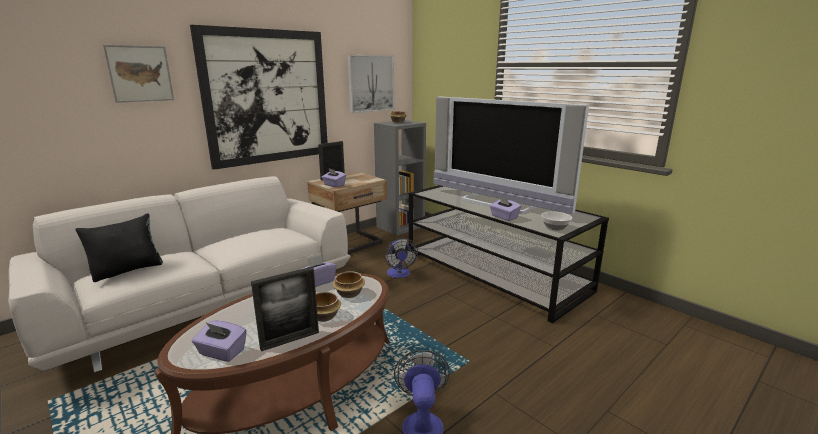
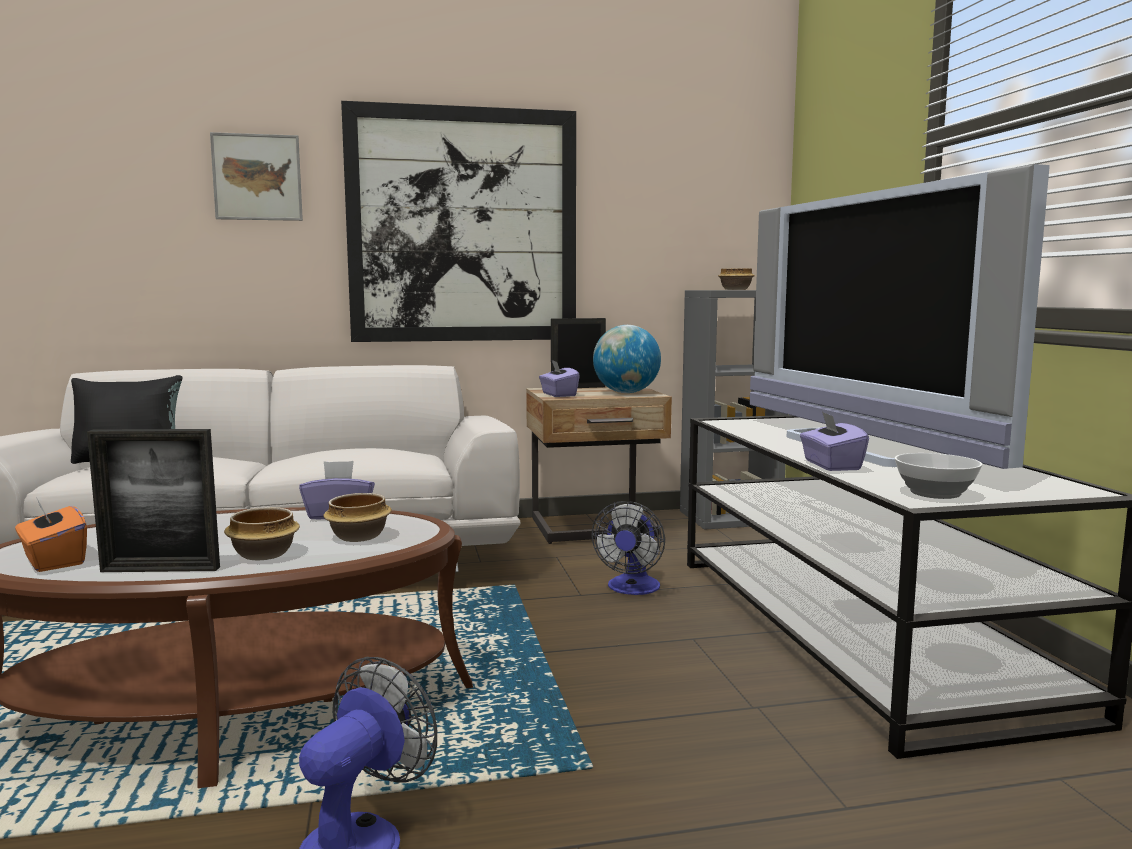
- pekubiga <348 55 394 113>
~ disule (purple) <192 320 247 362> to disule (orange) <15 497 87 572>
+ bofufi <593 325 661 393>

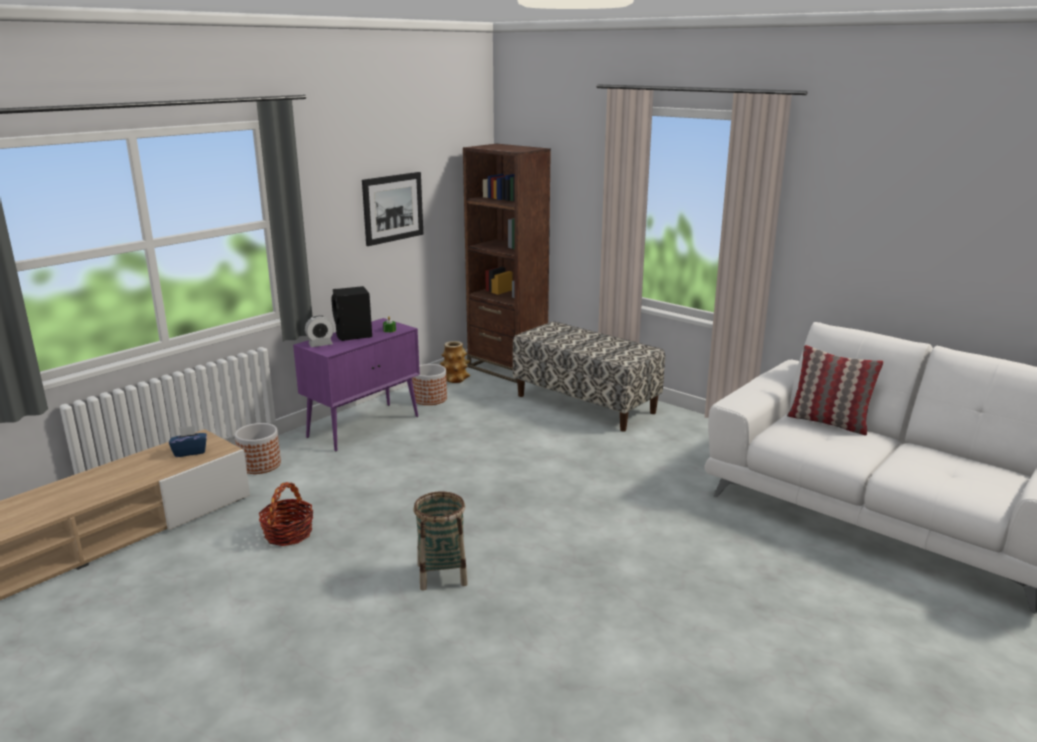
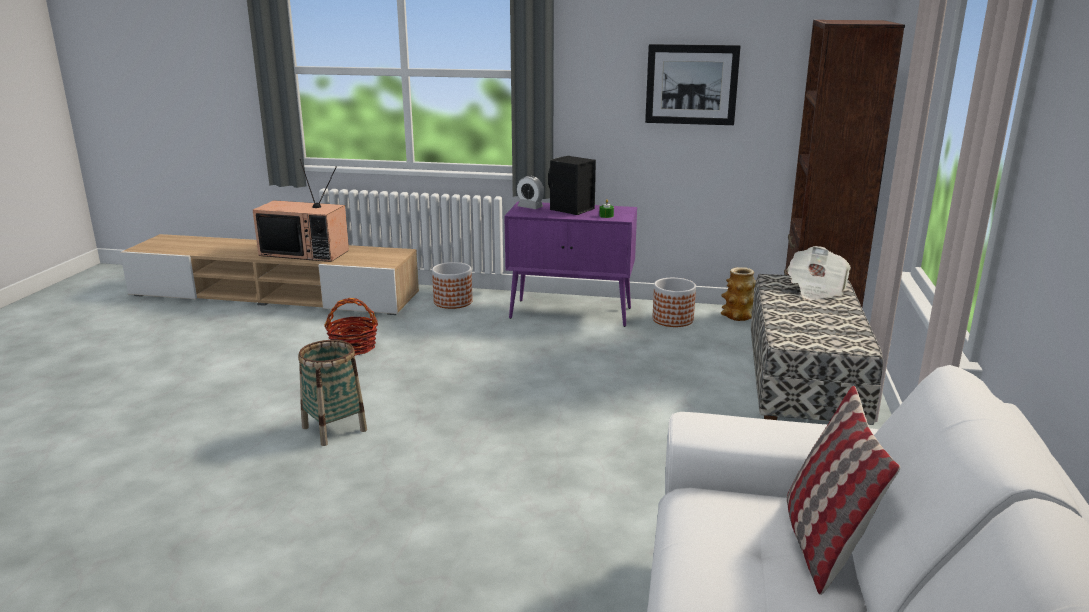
- disule (blue) <169 426 207 457>
+ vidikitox <253 159 349 262>
+ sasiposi <787 246 851 300>

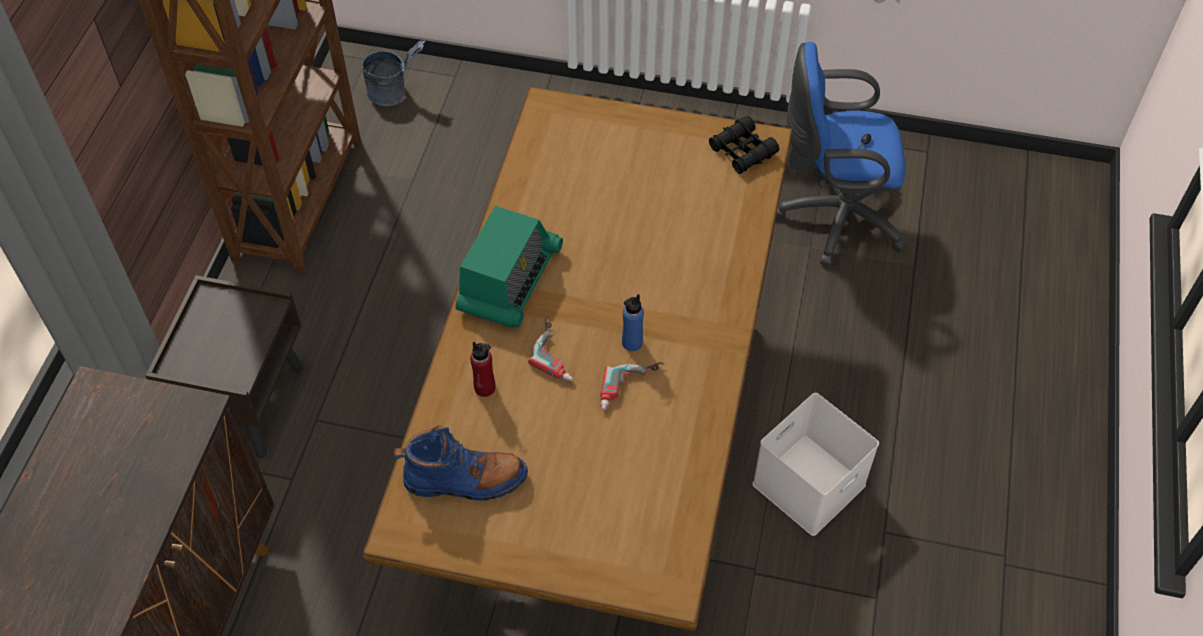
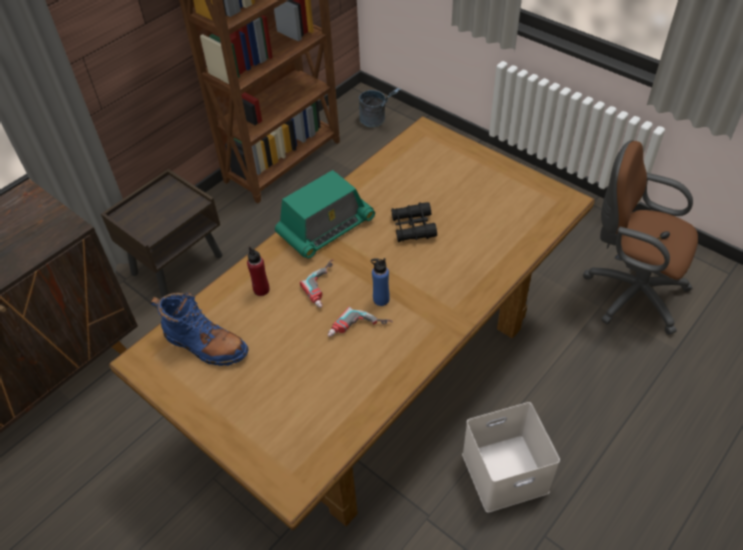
~ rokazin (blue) <776 42 906 266> to rokazin (brown) <583 140 698 335>
~ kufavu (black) <709 116 779 174> to <391 202 437 242>

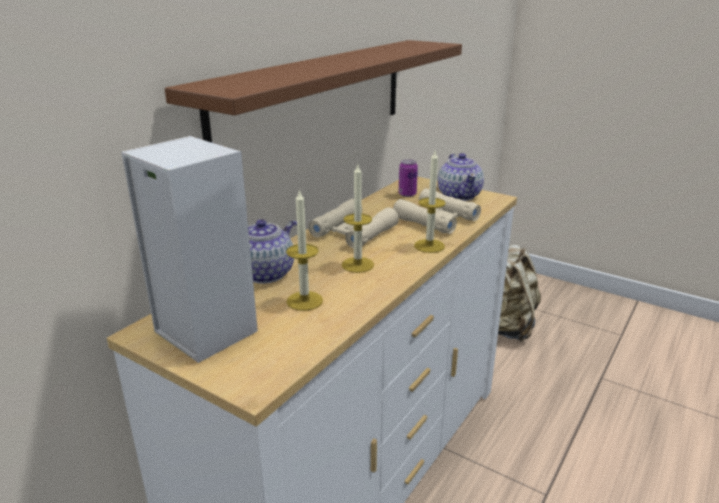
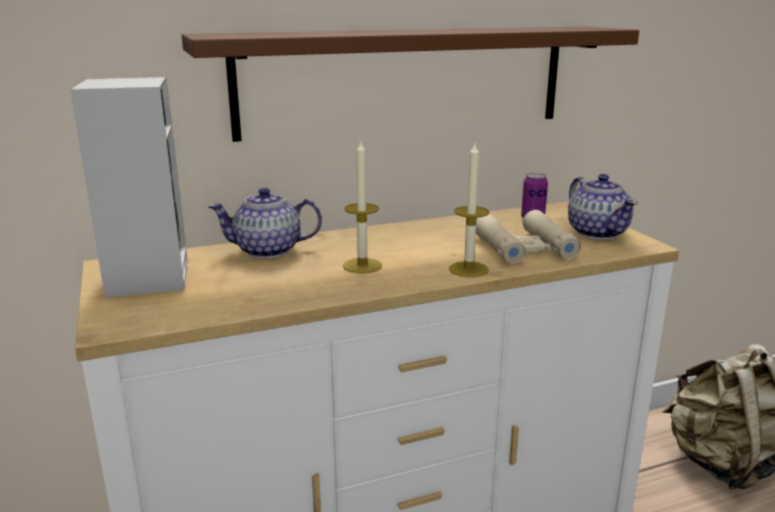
~ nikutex <438 153 484 201> = <568 174 638 240> 45 degrees counterclockwise
- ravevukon <286 189 323 311>
- kufavu (beige) <308 199 399 248>

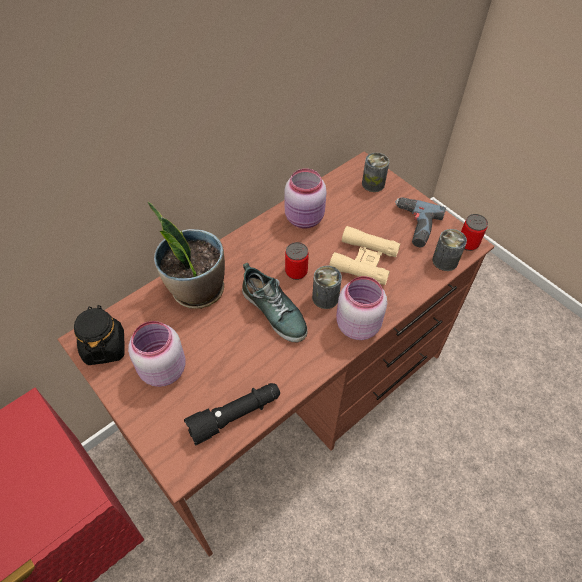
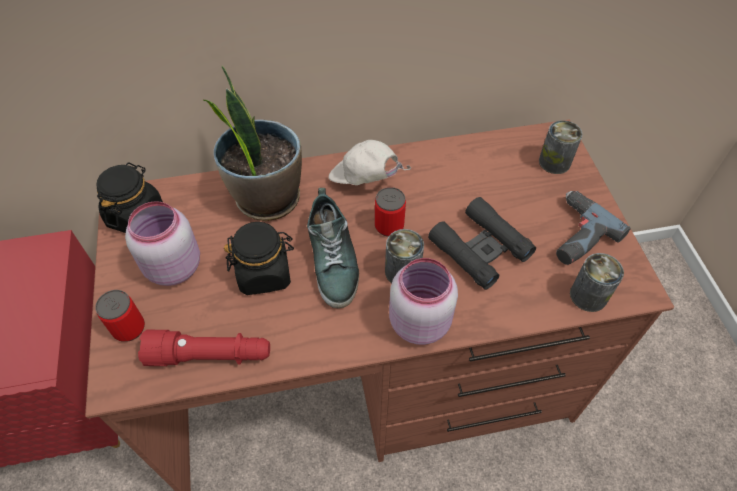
- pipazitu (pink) <285 169 327 228>
~ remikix <461 214 488 251> to <95 290 145 342>
~ kufavu (beige) <329 226 400 285> to kufavu (black) <428 197 536 290>
~ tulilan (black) <184 383 280 446> to tulilan (red) <138 330 270 366>
+ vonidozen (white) <329 140 411 185>
+ pipazitu (black) <224 222 294 295>

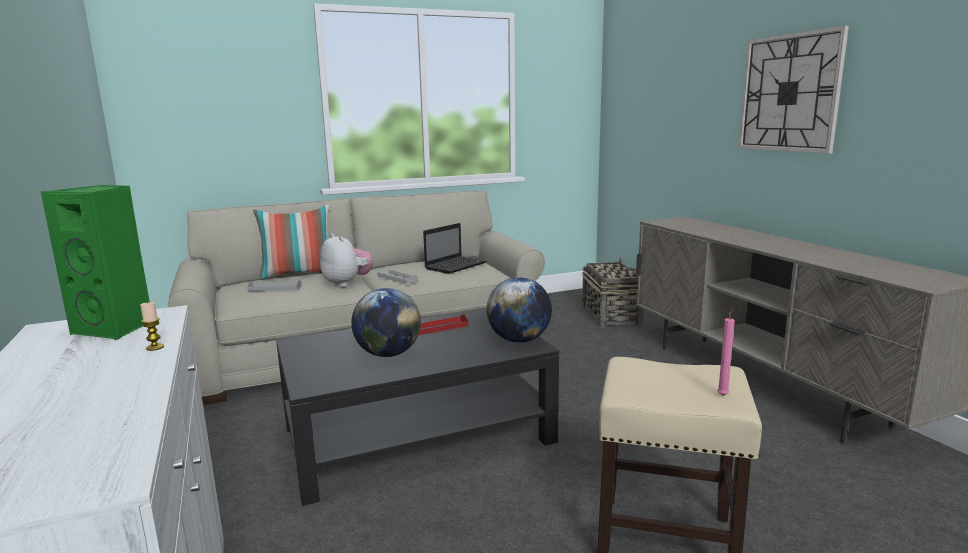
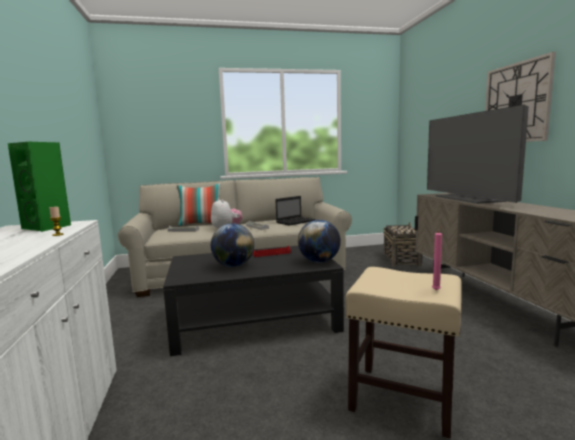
+ vidikitox <427 105 529 204>

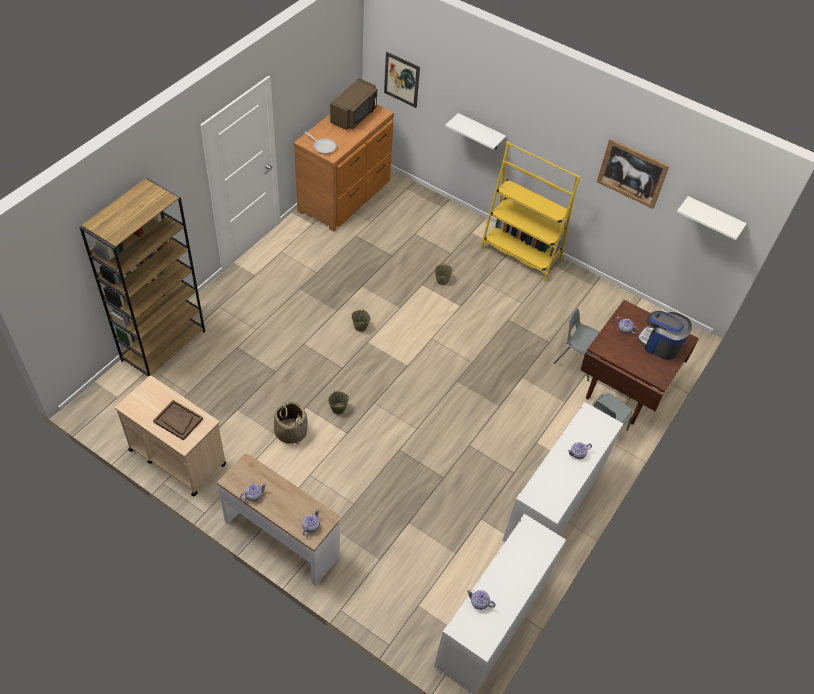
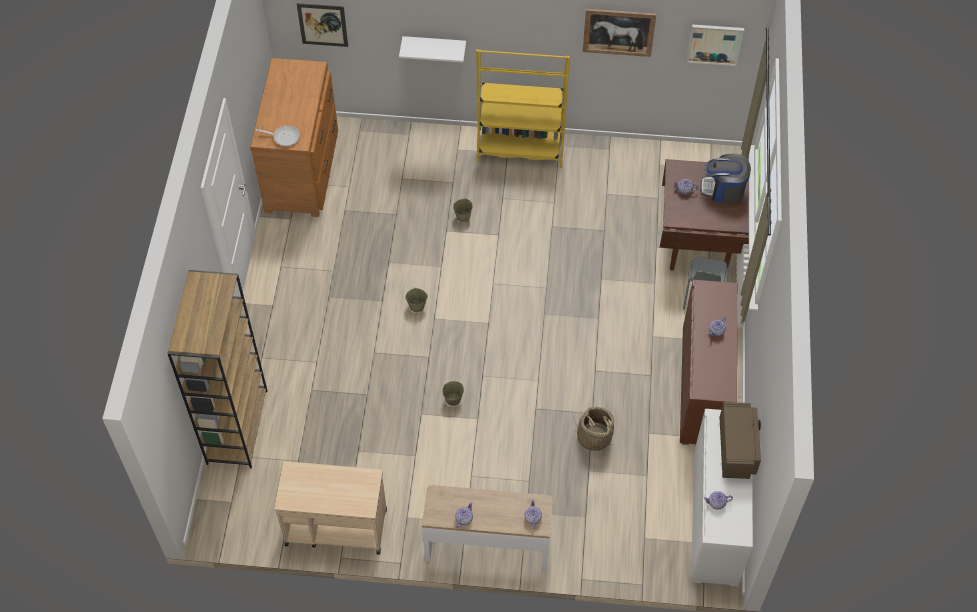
~ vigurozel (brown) <330 78 377 130> to <720 402 761 479>
~ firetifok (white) <677 196 747 240> to pekubiga <686 24 744 66>
- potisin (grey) <554 308 600 381>
- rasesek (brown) <153 400 203 440>
~ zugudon <274 402 308 444> to <574 407 614 451>
~ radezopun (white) <503 402 623 543> to radezopun (brown) <680 280 737 445>

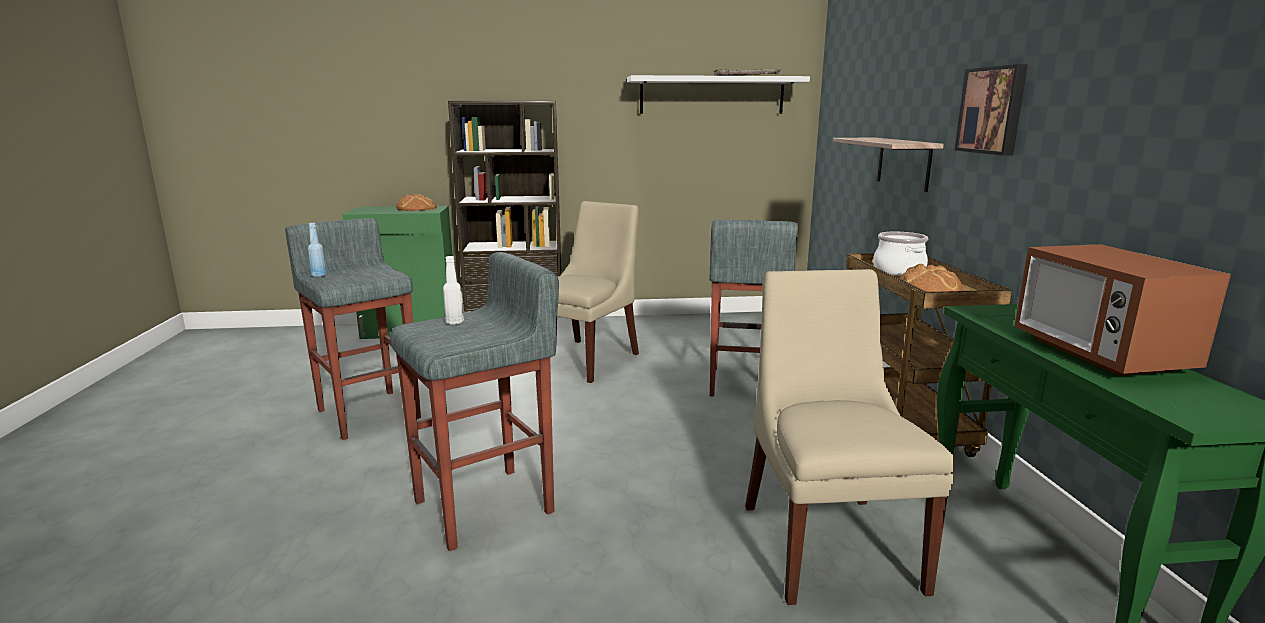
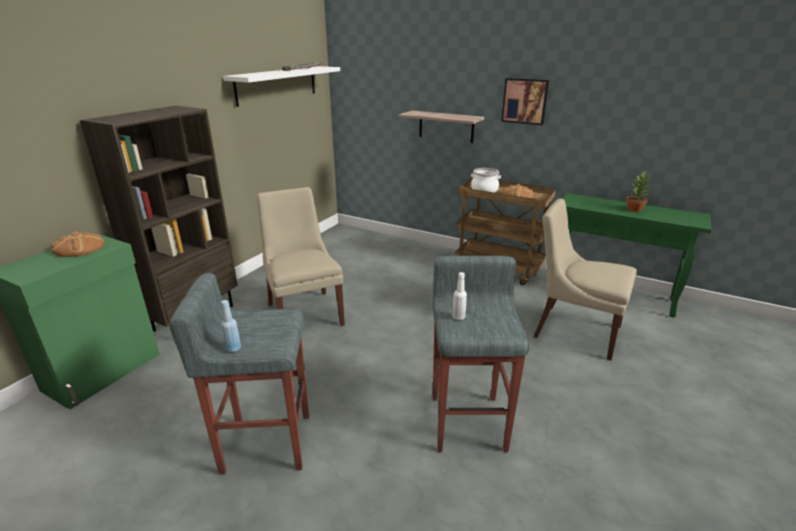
- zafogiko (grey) <709 220 798 397>
~ vigurozel <1014 244 1231 376> to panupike <626 171 650 212>

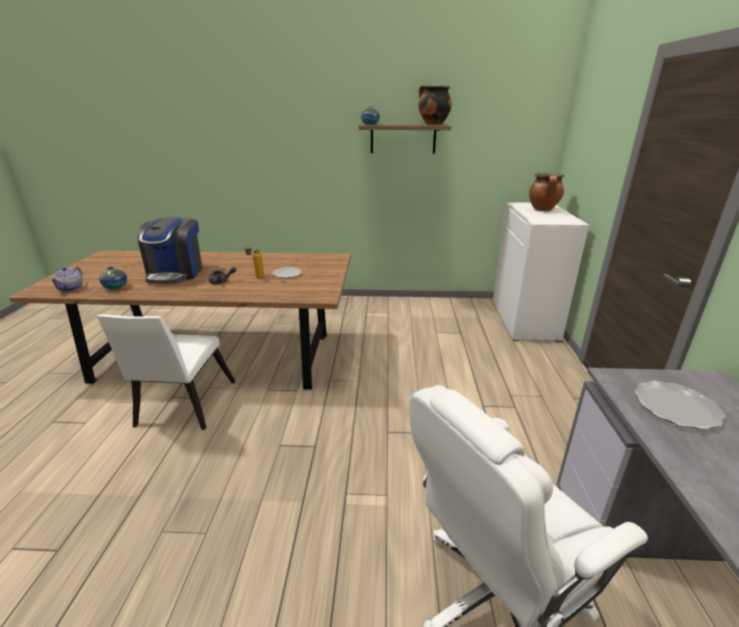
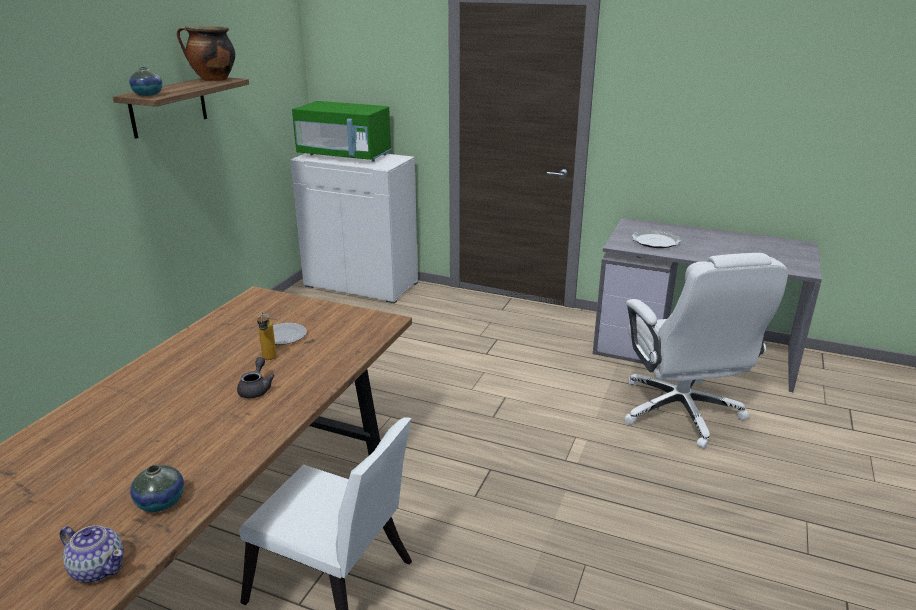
~ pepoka <529 173 564 211> to vigurozel (green) <292 101 392 162>
- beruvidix <137 217 202 284>

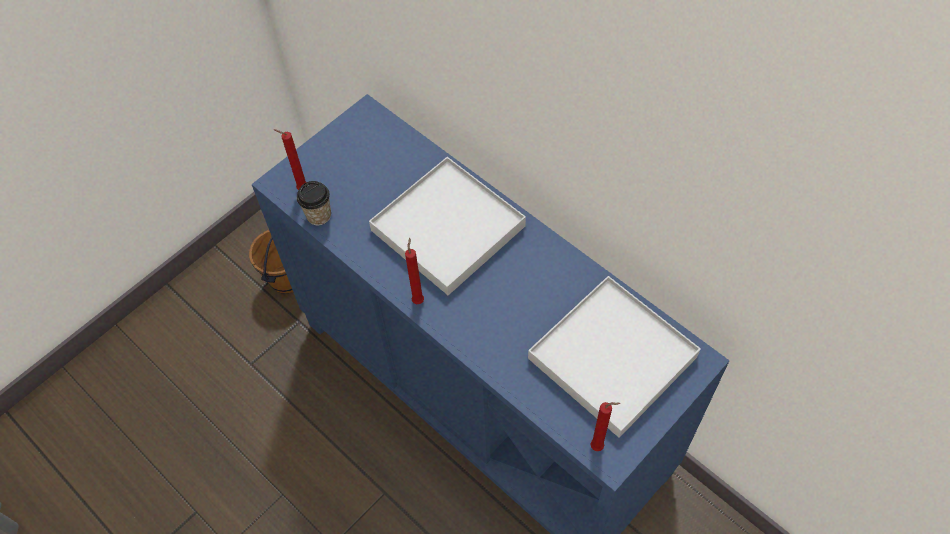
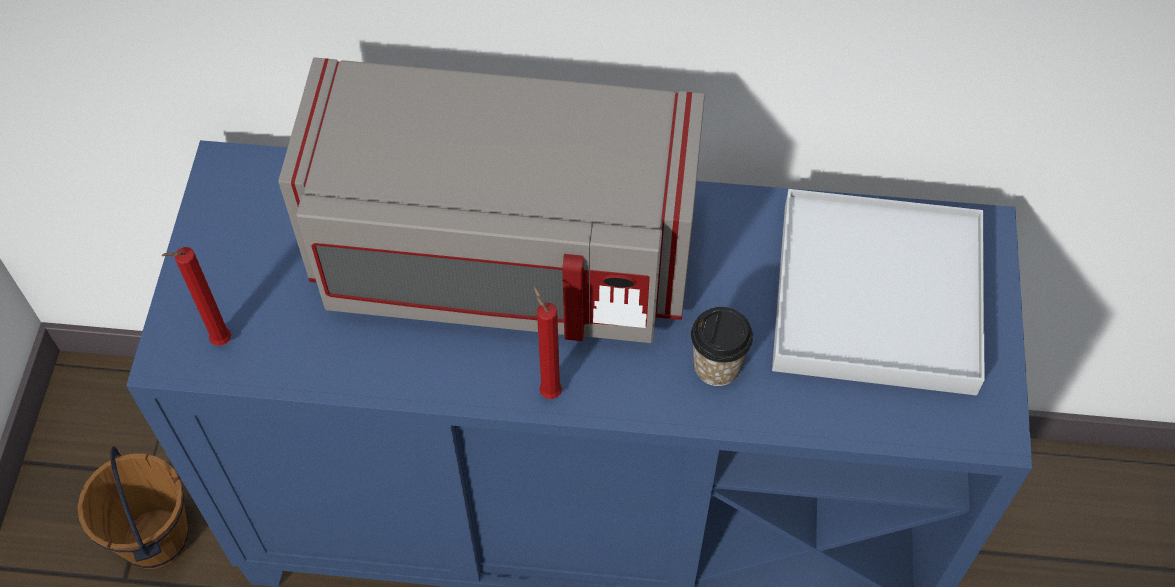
~ rasesek (white) <369 157 526 295> to vigurozel (grey) <278 57 705 343>
~ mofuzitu <297 181 331 225> to <691 307 753 386>
- ravevukon (red) <590 402 620 451>

